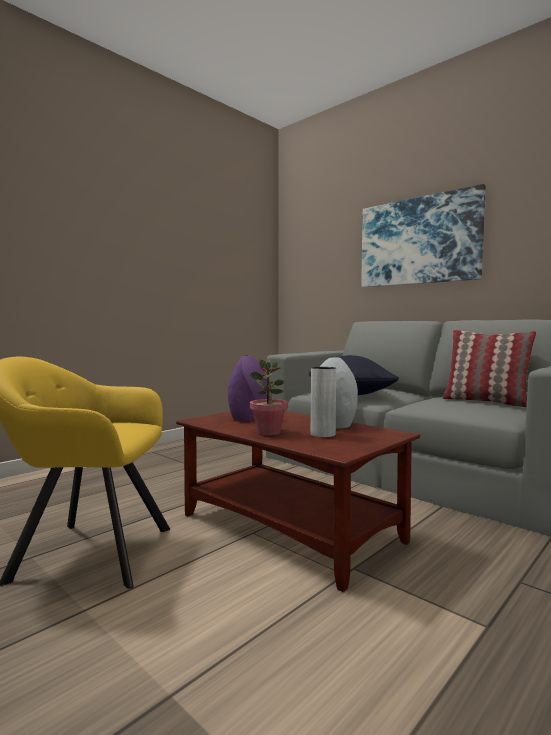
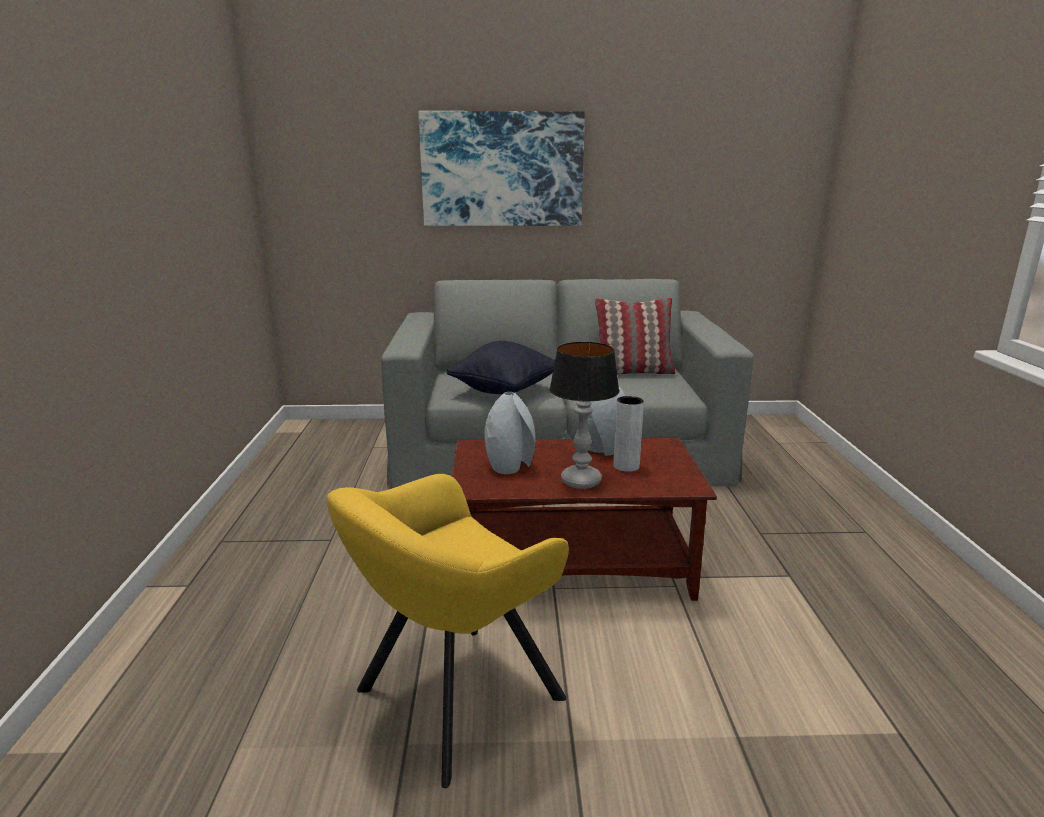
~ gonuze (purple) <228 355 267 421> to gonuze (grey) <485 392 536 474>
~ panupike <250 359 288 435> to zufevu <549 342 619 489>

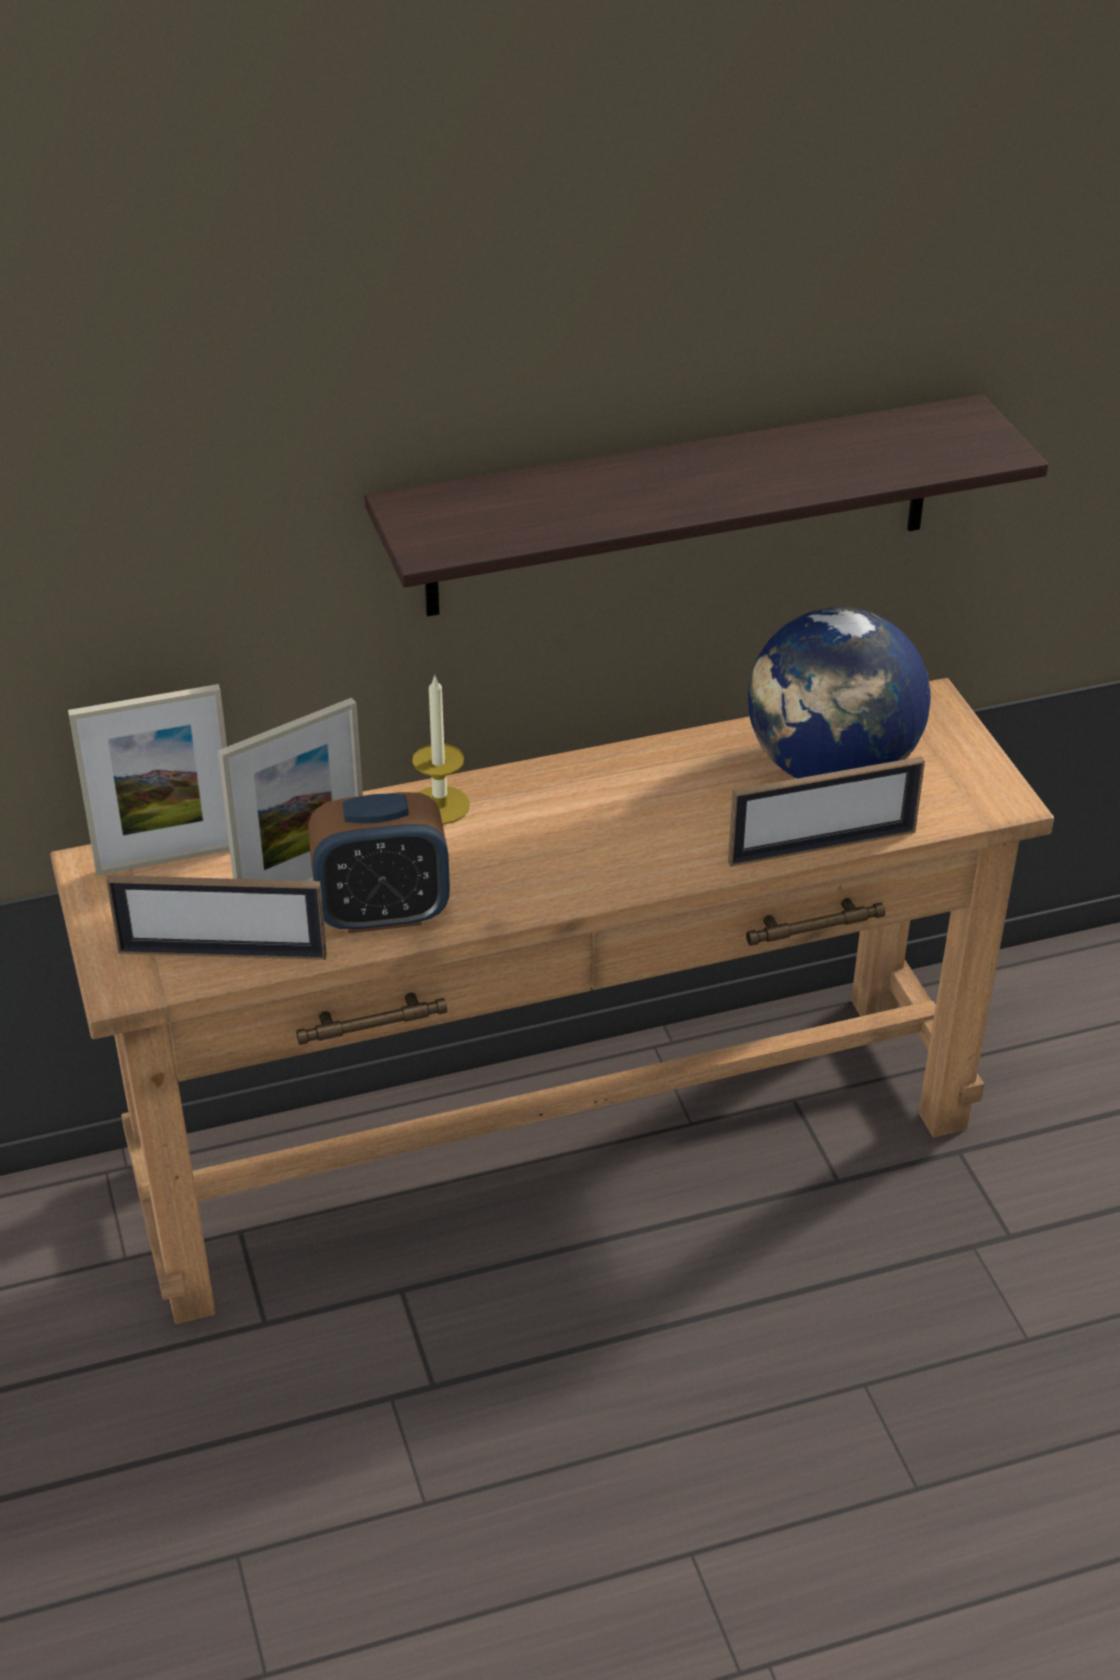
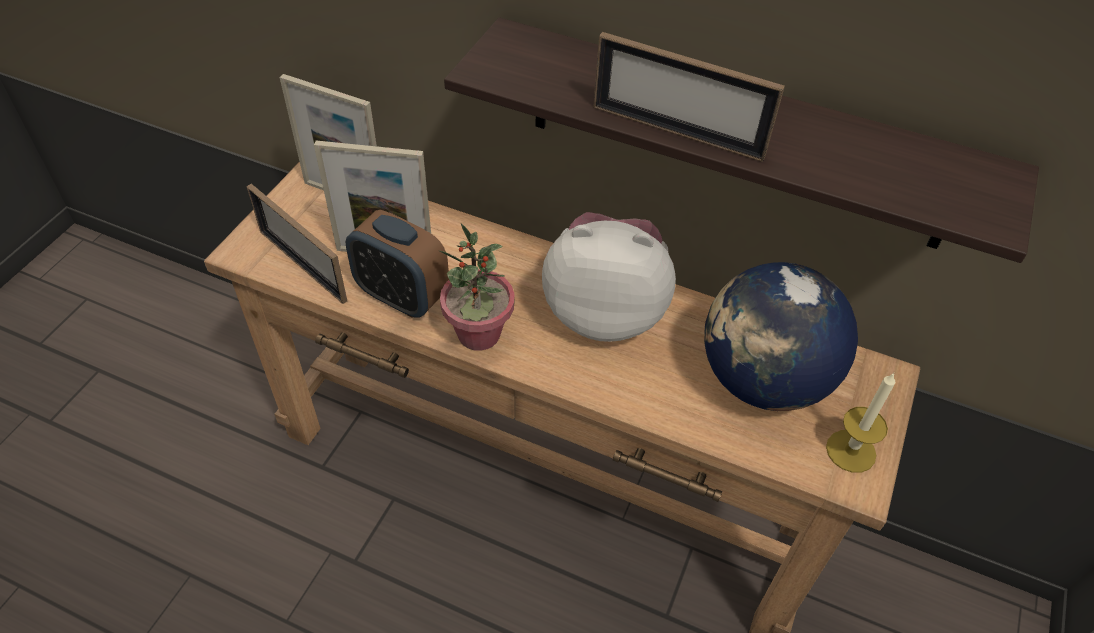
~ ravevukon <412 675 470 825> to <826 372 895 473>
~ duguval <728 756 925 867> to <593 32 785 162>
+ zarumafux <542 212 676 342>
+ panupike <439 223 515 351>

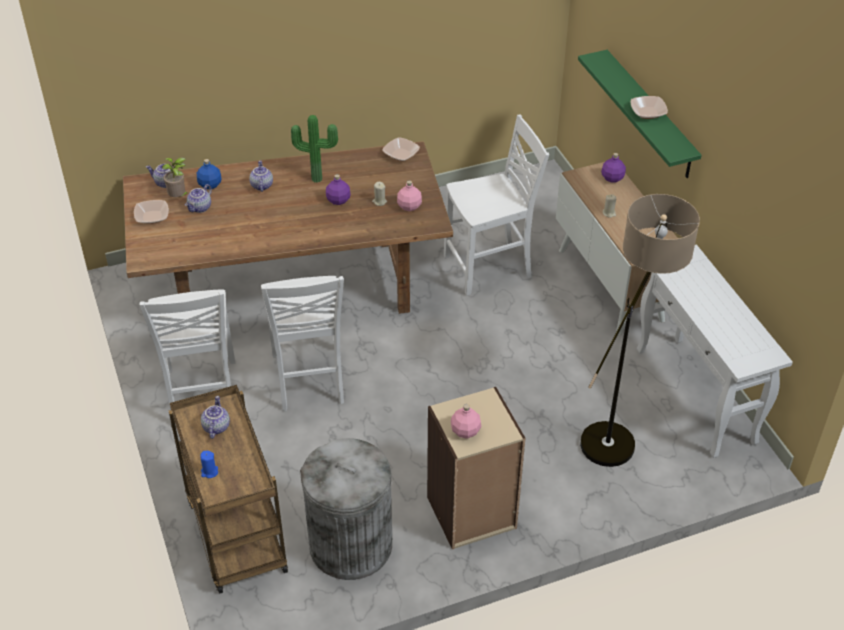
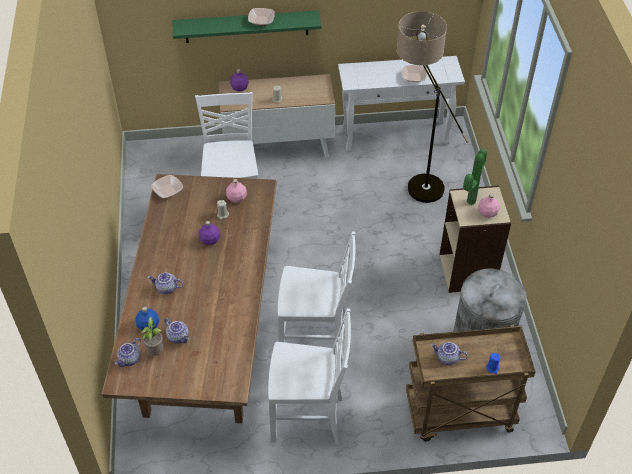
~ panupike <291 115 338 183> to <463 148 487 205>
~ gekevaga <134 200 169 224> to <402 65 427 82>

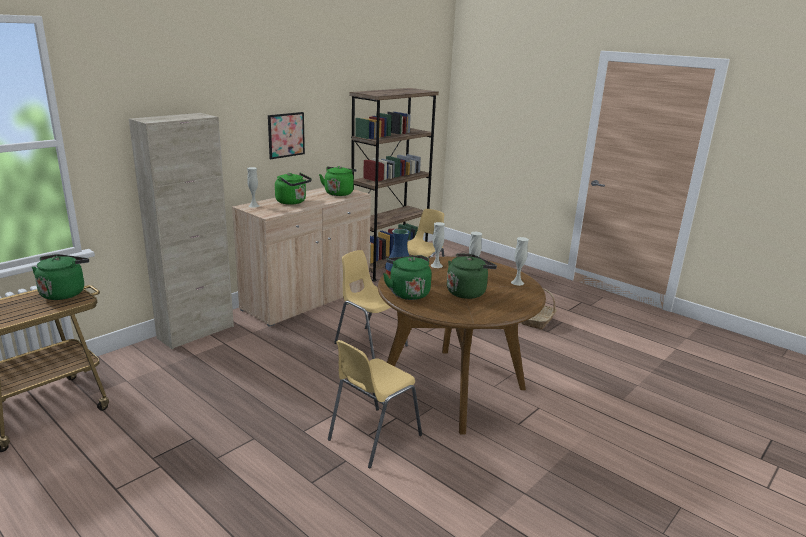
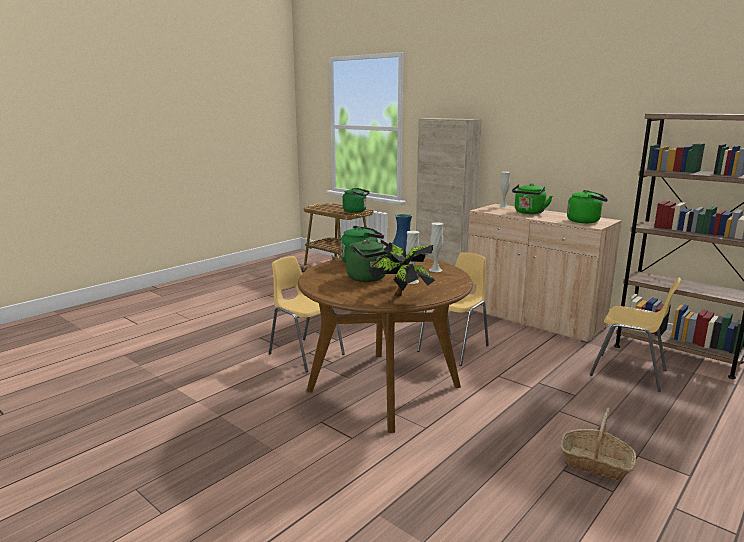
- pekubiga <268 112 305 159>
~ gonuze (white) <511 237 529 286> to panupike <368 243 435 296>

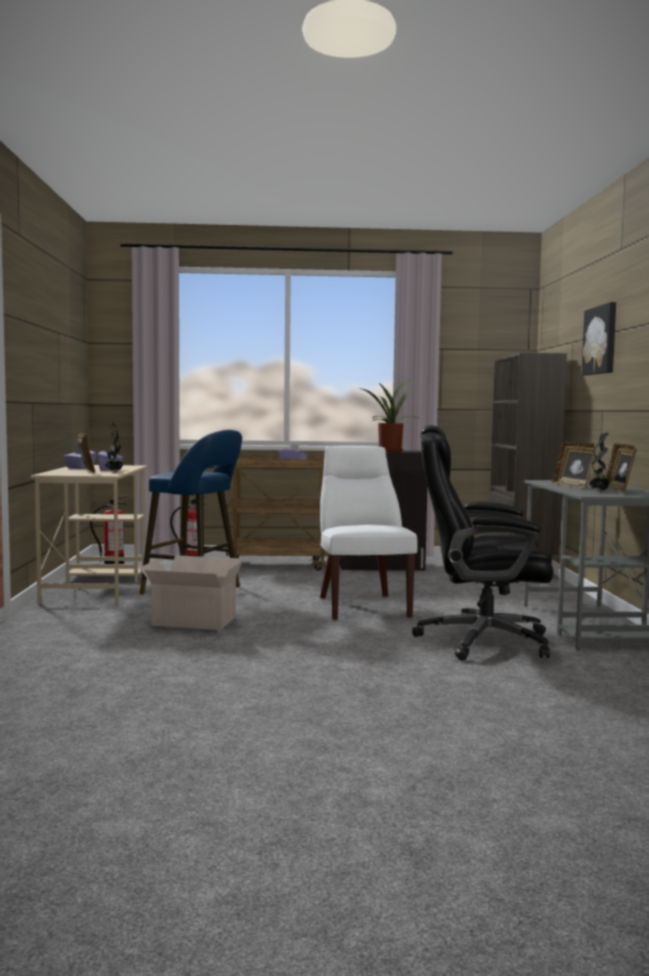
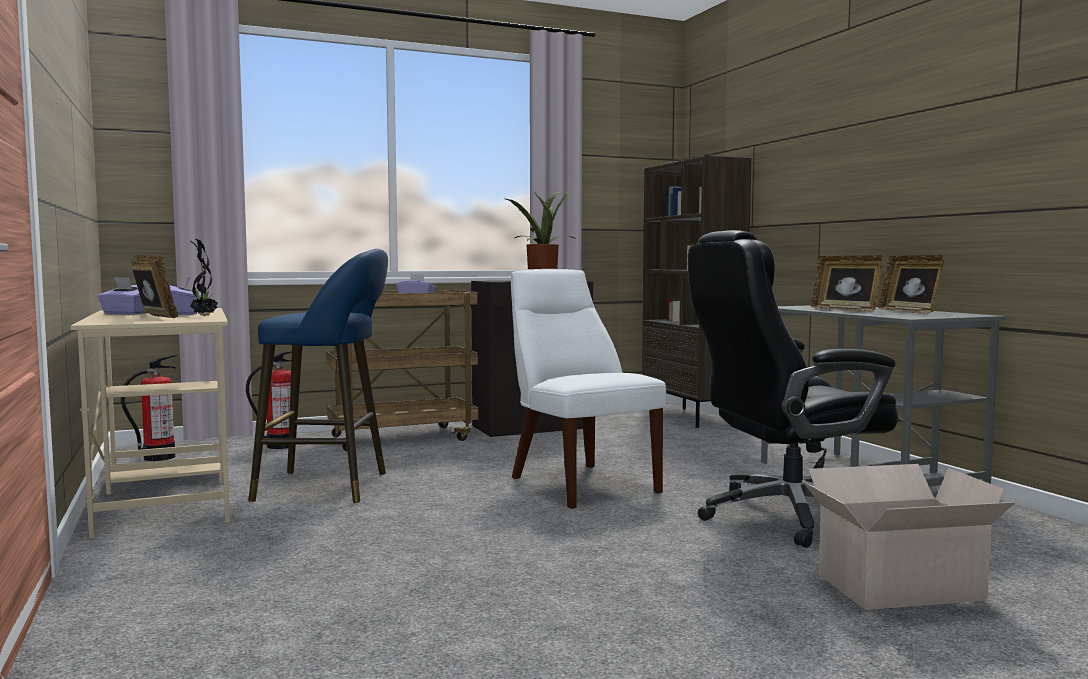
- pekubiga <581 302 616 375>
- panupike <589 432 610 492>
~ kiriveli <139 555 243 630> to <802 464 1016 610>

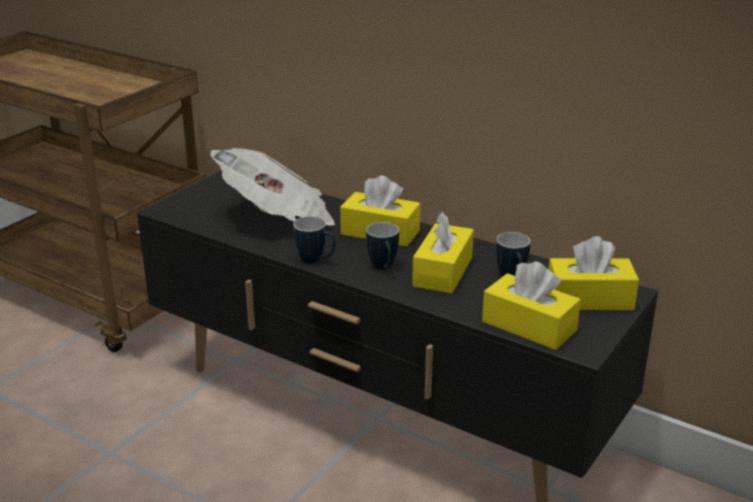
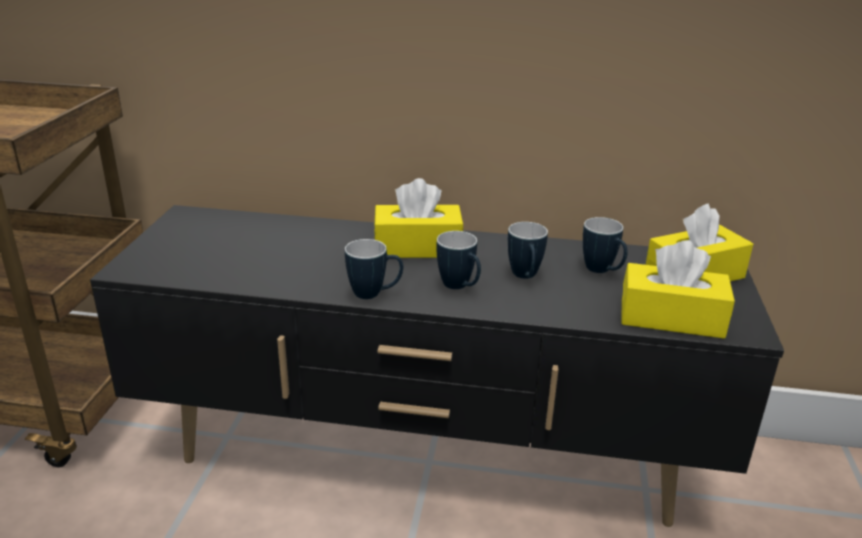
- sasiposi <210 148 335 226>
~ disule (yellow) <412 212 474 293> to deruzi <508 222 548 279>

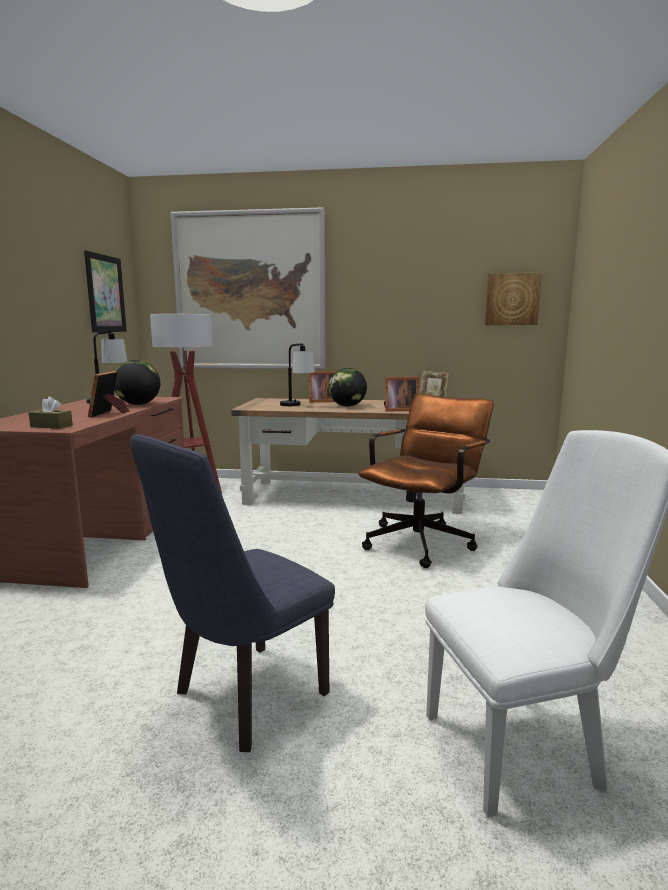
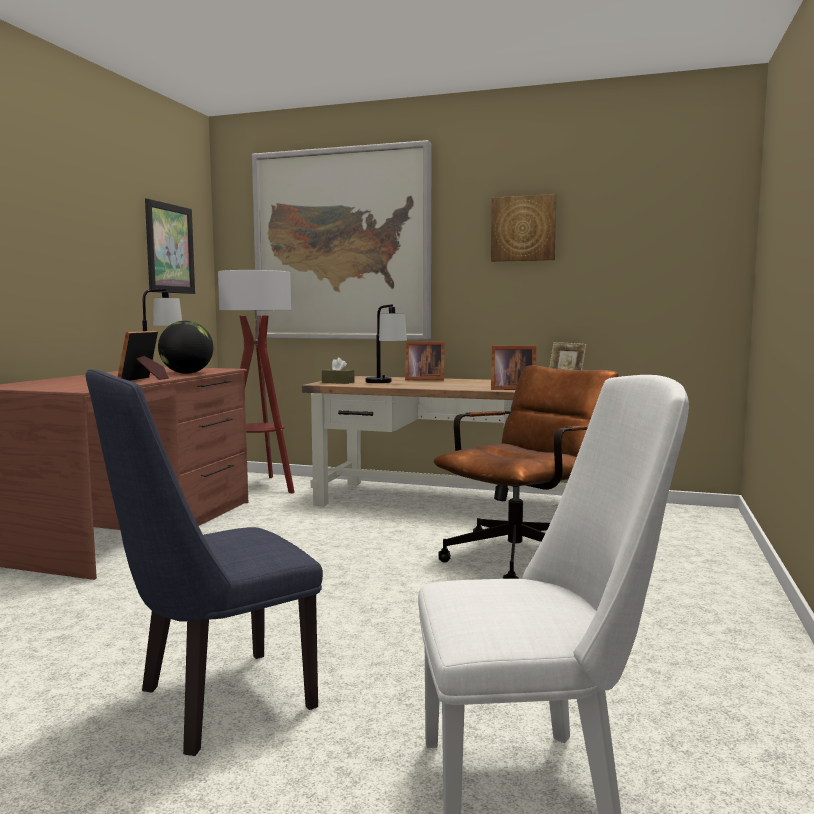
~ pekubiga <485 273 542 325> to <491 194 556 262>
- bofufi <329 368 367 406>
~ disule (brown) <28 397 73 429> to <322 358 354 384>

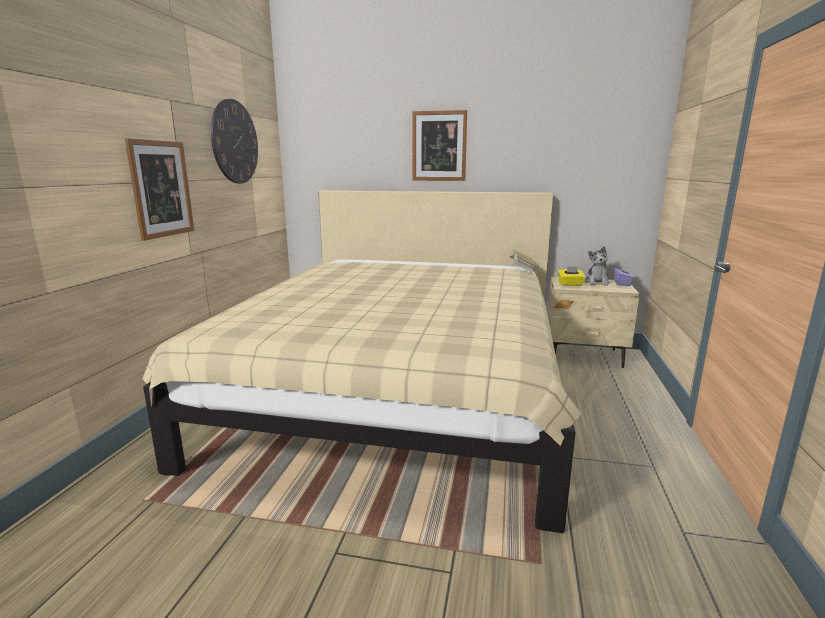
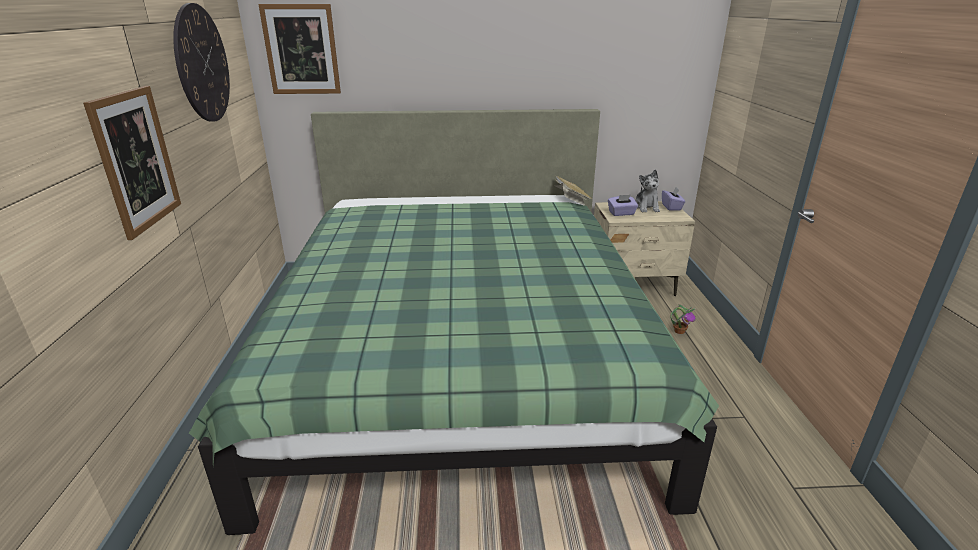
~ pekubiga <413 110 467 181> to <258 4 341 94>
~ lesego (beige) <142 190 581 533> to lesego (green) <189 109 719 535>
~ disule (yellow) <558 266 585 286> to disule (purple) <608 195 638 216>
+ panupike <670 304 696 334>

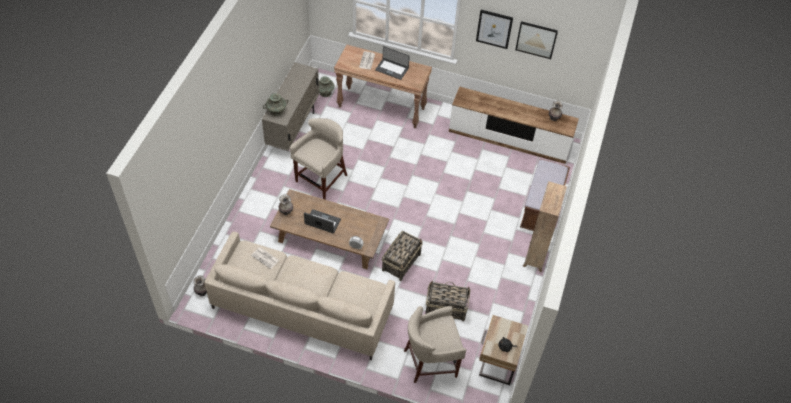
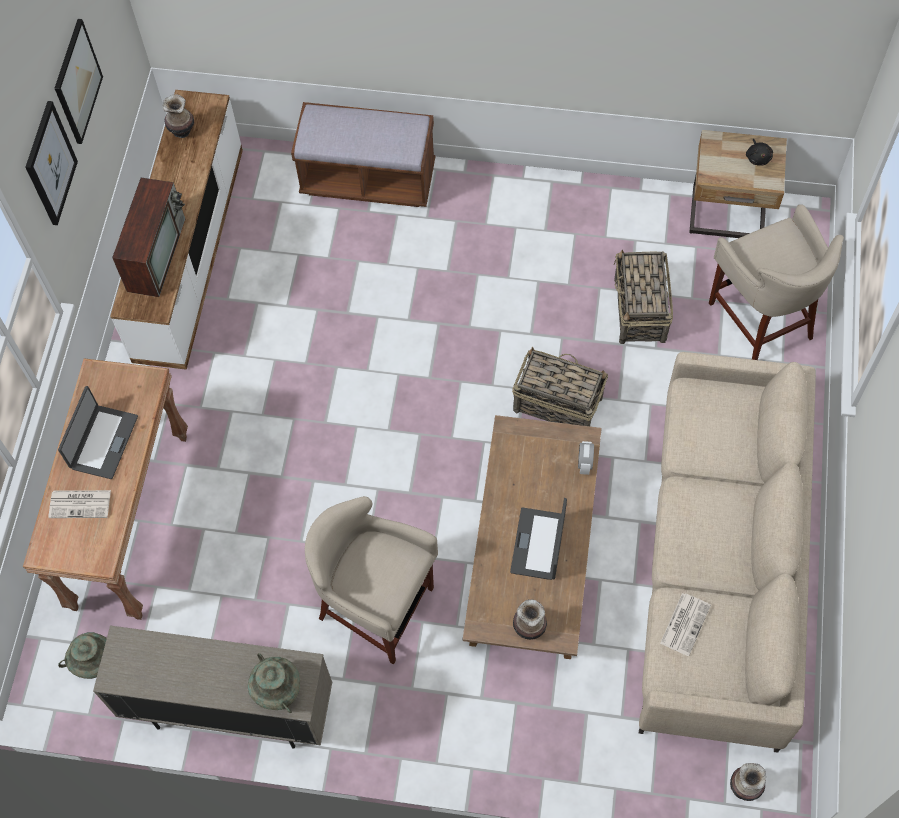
- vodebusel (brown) <523 181 567 272>
+ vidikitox <112 178 185 297>

